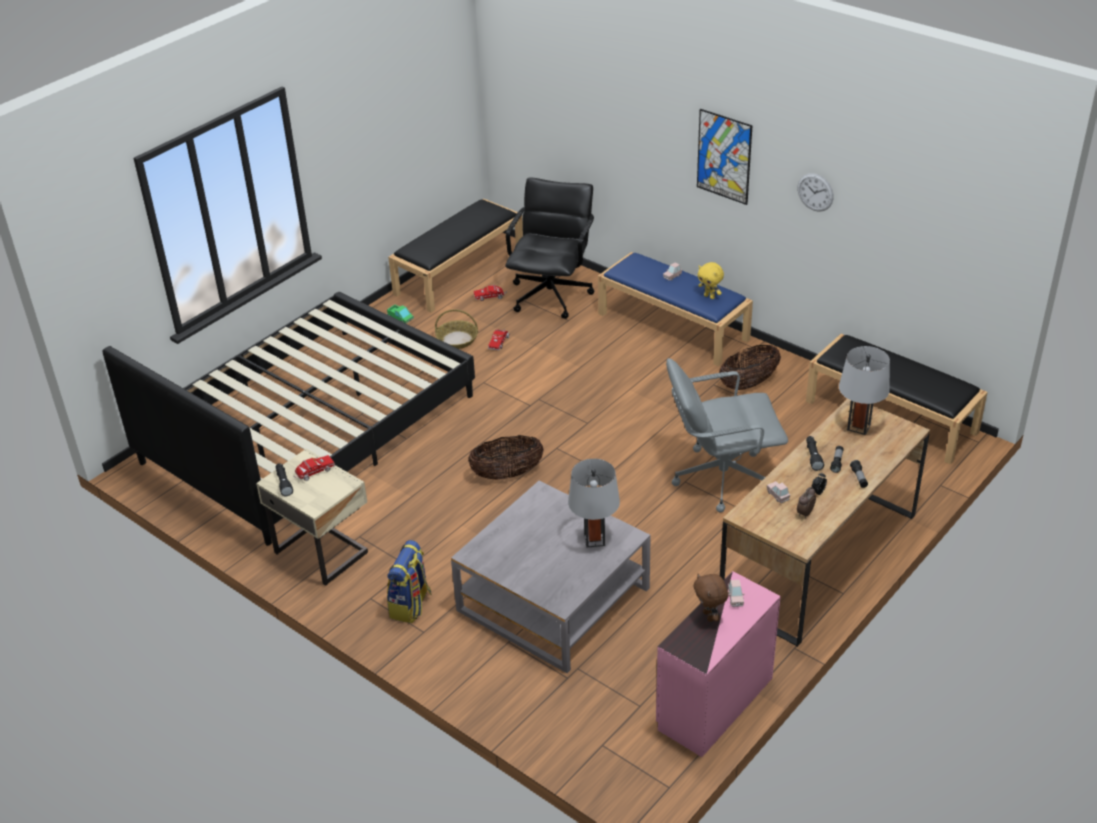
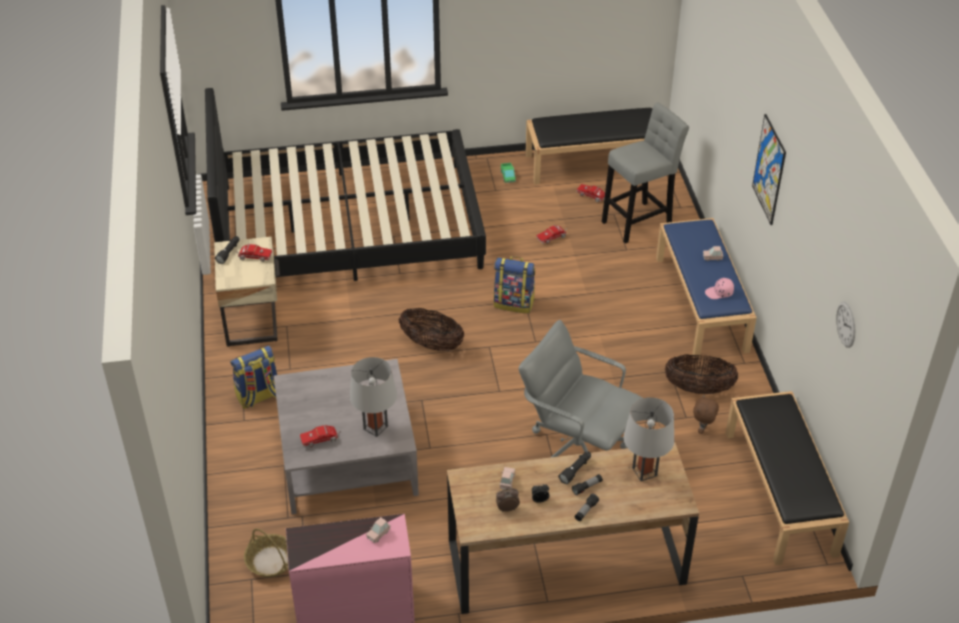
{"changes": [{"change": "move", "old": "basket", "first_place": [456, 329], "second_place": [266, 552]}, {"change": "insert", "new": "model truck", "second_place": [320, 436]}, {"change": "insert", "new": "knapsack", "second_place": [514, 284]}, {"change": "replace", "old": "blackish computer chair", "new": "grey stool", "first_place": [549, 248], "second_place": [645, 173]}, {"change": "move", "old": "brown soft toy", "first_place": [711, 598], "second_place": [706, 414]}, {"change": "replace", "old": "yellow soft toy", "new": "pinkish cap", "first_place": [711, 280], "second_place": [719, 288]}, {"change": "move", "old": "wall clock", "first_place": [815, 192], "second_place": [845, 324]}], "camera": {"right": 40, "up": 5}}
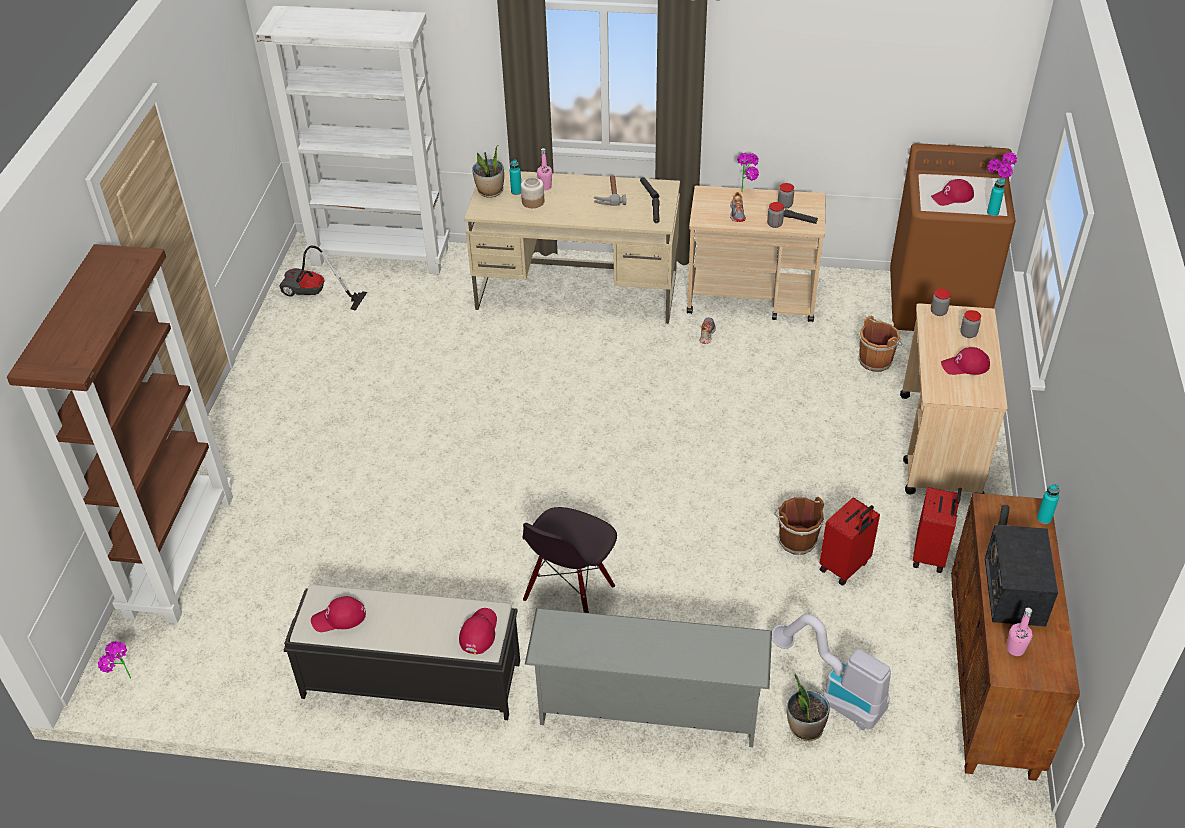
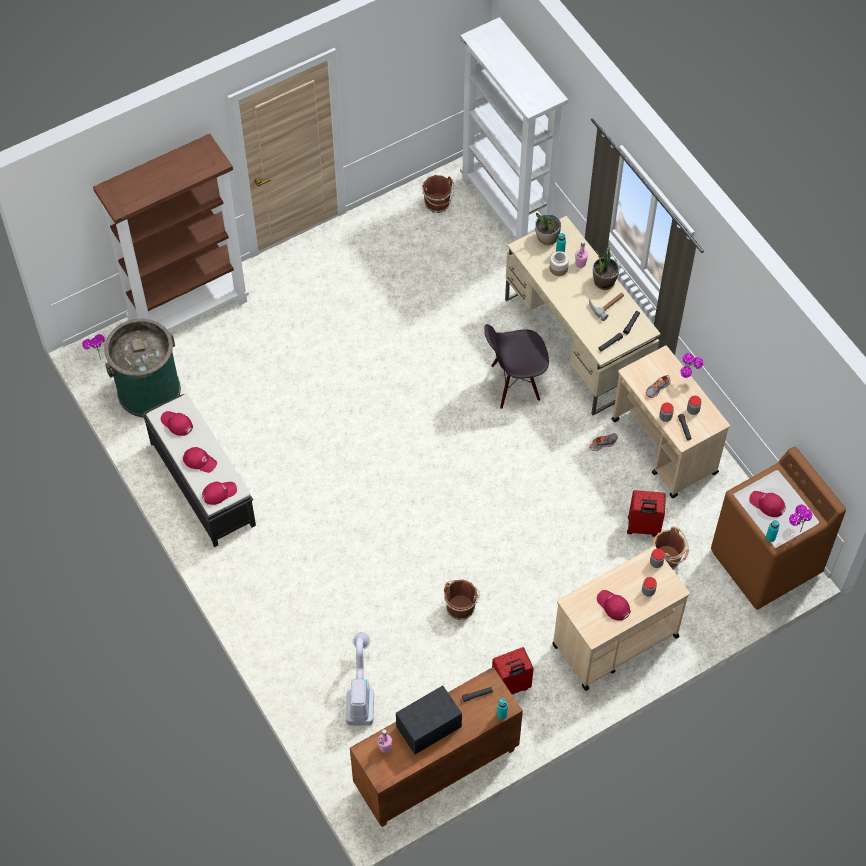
{"changes": [{"change": "insert", "new": "greenish waste bin", "second_place": [142, 368]}, {"change": "insert", "new": "red cap", "second_place": [200, 460]}, {"change": "replace", "old": "vacuum", "new": "brown water bucket", "first_place": [323, 278], "second_place": [438, 194]}, {"change": "move", "old": "blackish chair", "first_place": [569, 560], "second_place": [516, 366]}, {"change": "move", "old": "houseplant", "first_place": [808, 707], "second_place": [606, 268]}, {"change": "move", "old": "red piece of luggage", "first_place": [850, 541], "second_place": [646, 513]}, {"change": "delete", "old": "grey shoe rack", "first_place": [648, 677]}], "camera": {"right": 50, "up": 15}}
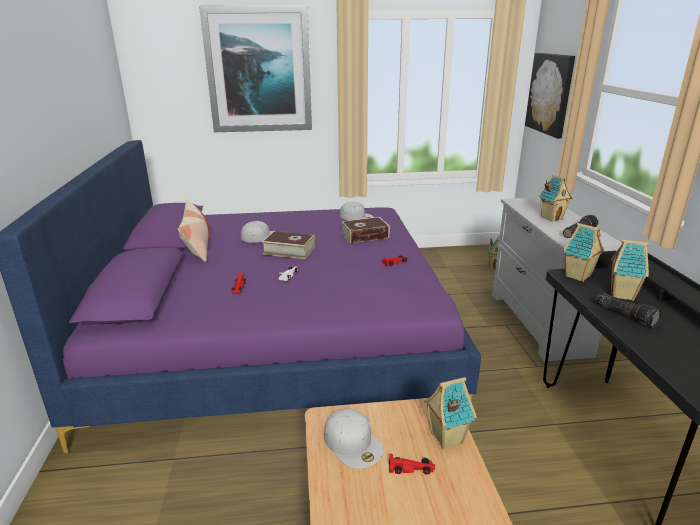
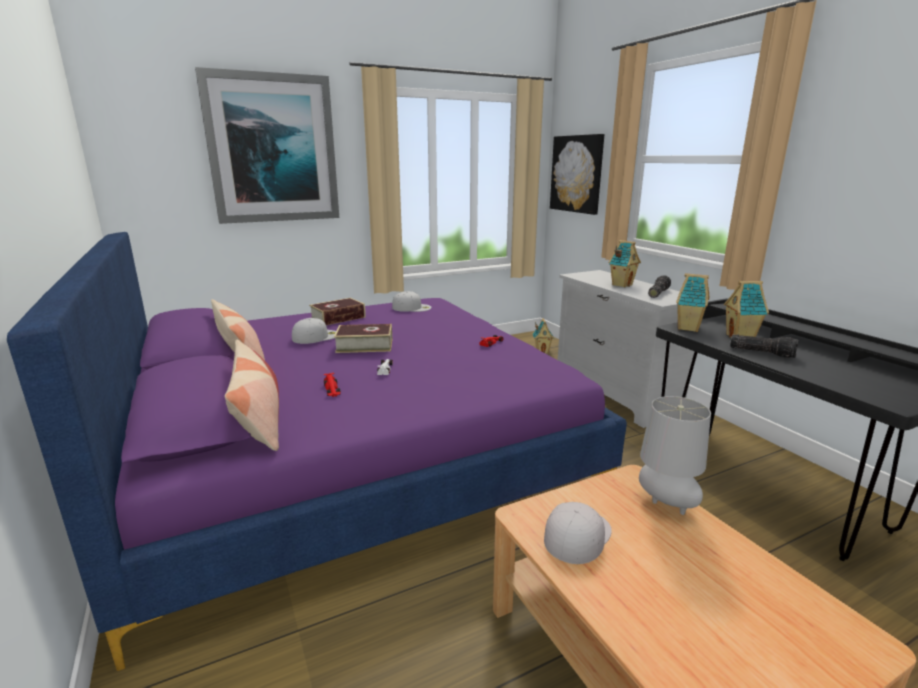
{"changes": [{"change": "insert", "new": "throw pillow", "second_place": [252, 395]}, {"change": "move", "old": "bound book", "first_place": [365, 230], "second_place": [337, 311]}, {"change": "rotate", "old": "white cap", "first_place": [353, 439], "second_place": [578, 533], "degrees": -90}, {"change": "replace", "old": "model house", "new": "grey tabletop lamp", "first_place": [450, 413], "second_place": [675, 455]}, {"change": "delete", "old": "red model car", "first_place": [412, 464]}], "camera": {"right": -20, "up": -5}}
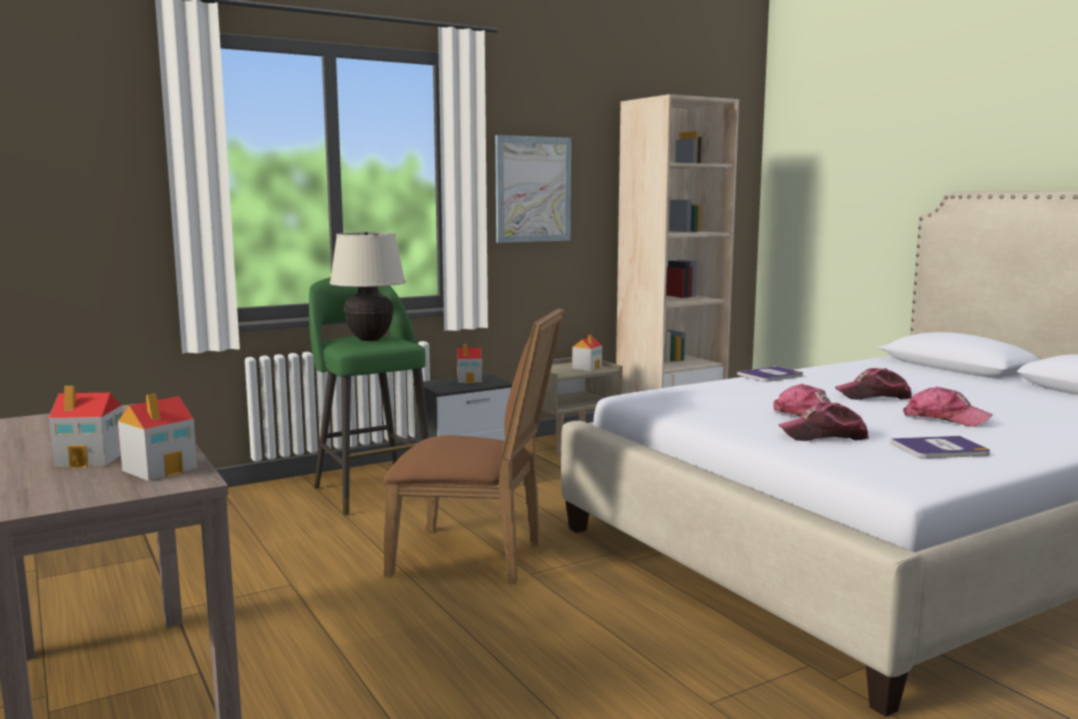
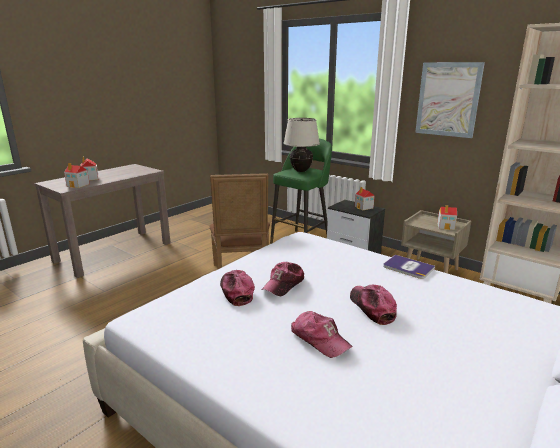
{"changes": [{"change": "rotate", "old": "cap", "first_place": [948, 406], "second_place": [322, 334], "degrees": -60}, {"change": "delete", "old": "bound book", "first_place": [940, 447]}], "camera": {"right": 70, "up": 10}}
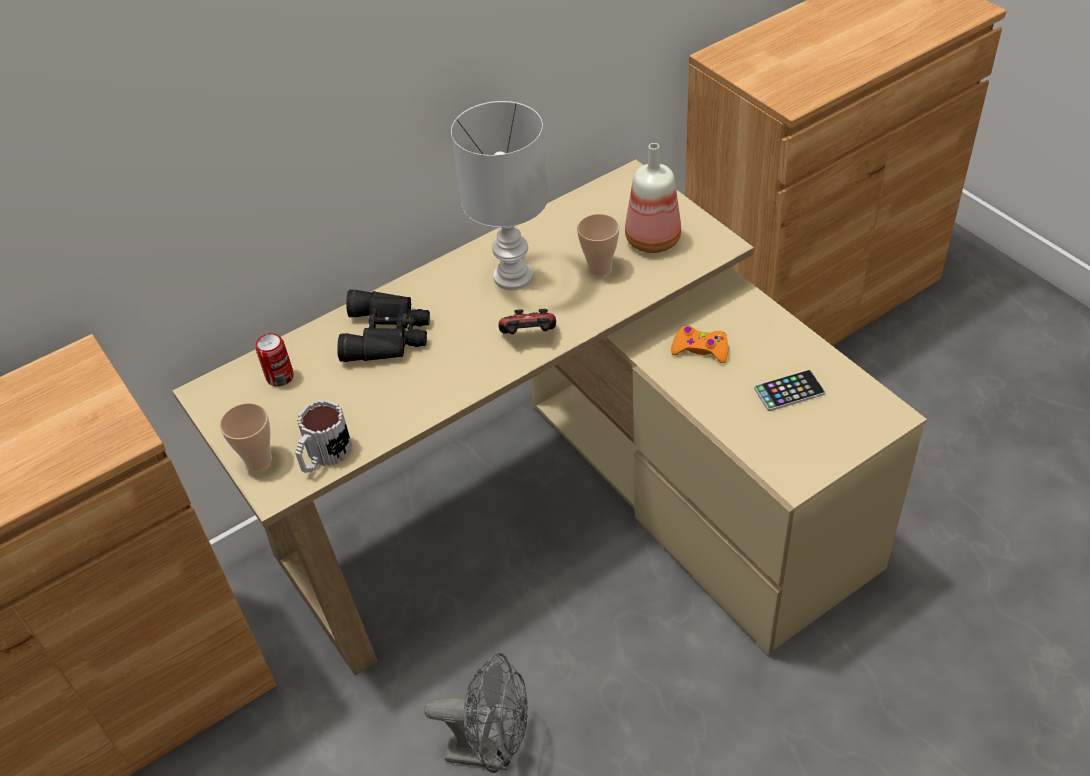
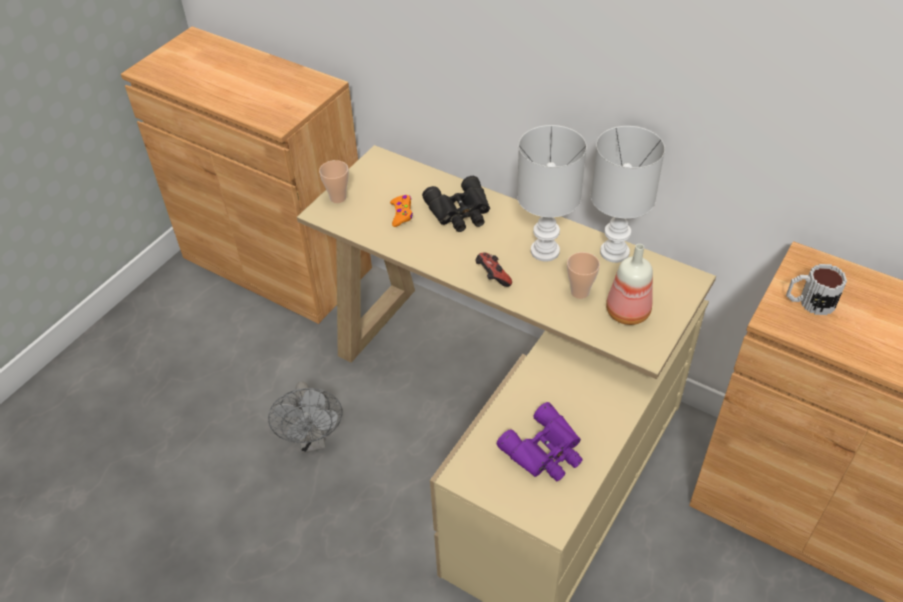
{"changes": [{"change": "move", "old": "orangey game controller", "first_place": [699, 344], "second_place": [401, 211]}, {"change": "replace", "old": "phone", "new": "purplish pair of binoculars", "first_place": [789, 390], "second_place": [540, 441]}, {"change": "insert", "new": "white tabletop lamp", "second_place": [628, 194]}, {"change": "move", "old": "coffee mug", "first_place": [323, 436], "second_place": [816, 289]}, {"change": "delete", "old": "can", "first_place": [275, 360]}], "camera": {"right": 65, "up": 0}}
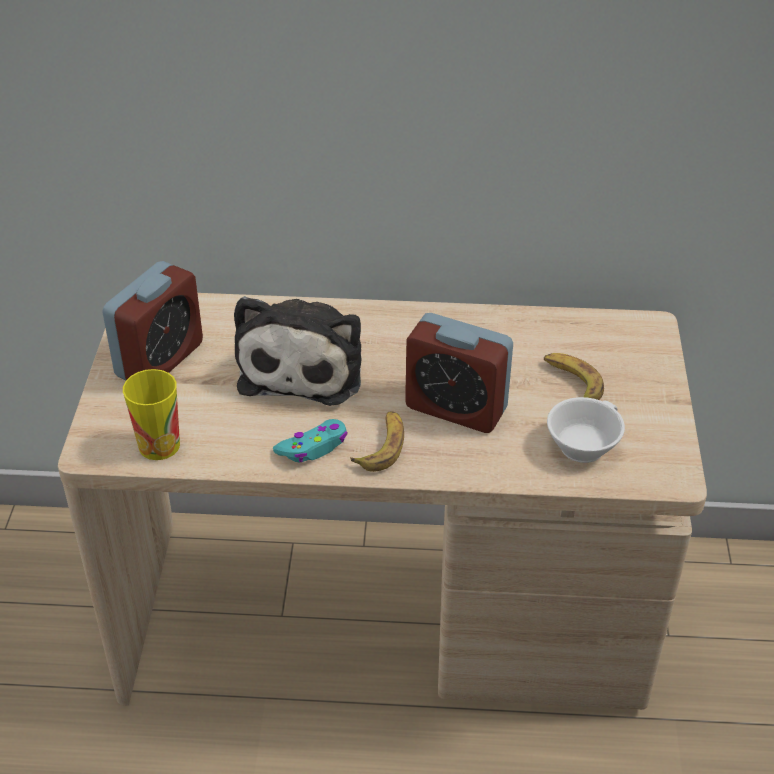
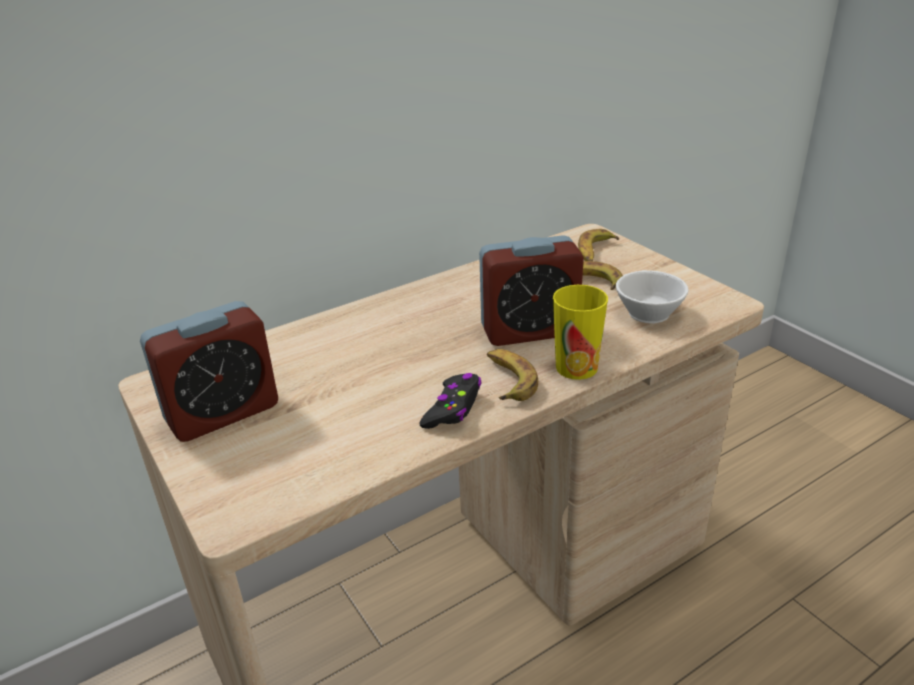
{"changes": [{"change": "rotate", "old": "table clock", "first_place": [153, 320], "second_place": [209, 371], "degrees": 60}, {"change": "recolor", "old": "turquoise-coloured game controller", "new": "blackish game controller", "first_place": [310, 440], "second_place": [450, 401]}, {"change": "move", "old": "small cup", "first_place": [151, 414], "second_place": [580, 332]}, {"change": "insert", "new": "whole banana", "second_place": [598, 245]}, {"change": "delete", "old": "soft toy", "first_place": [297, 351]}], "camera": {"right": -35, "up": -10}}
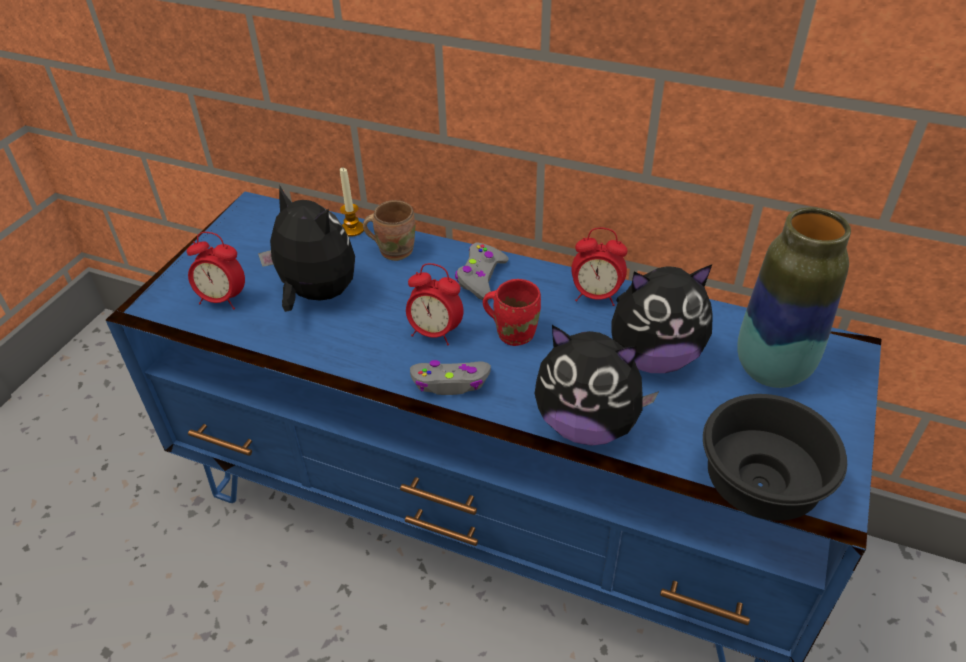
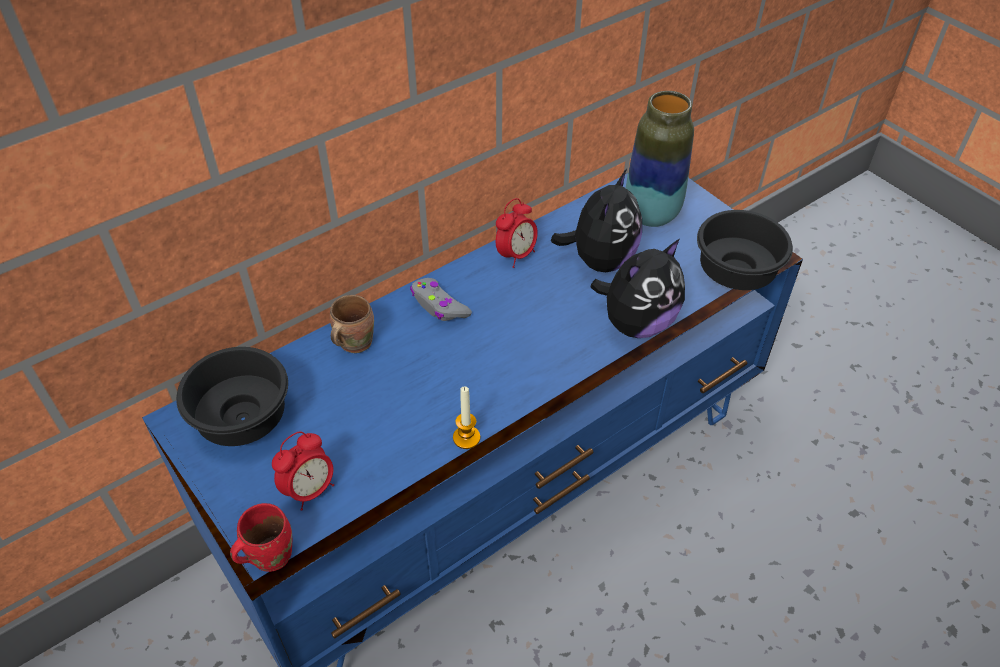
{"changes": [{"change": "insert", "new": "blackish deep dish", "second_place": [232, 396]}, {"change": "move", "old": "red coffee mug", "first_place": [512, 312], "second_place": [261, 537]}, {"change": "move", "old": "wax candle", "first_place": [352, 202], "second_place": [466, 417]}, {"change": "delete", "old": "soft toy", "first_place": [306, 249]}, {"change": "delete", "old": "table clock", "first_place": [434, 304]}, {"change": "delete", "old": "grey game controller", "first_place": [450, 377]}], "camera": {"right": -60, "up": 5}}
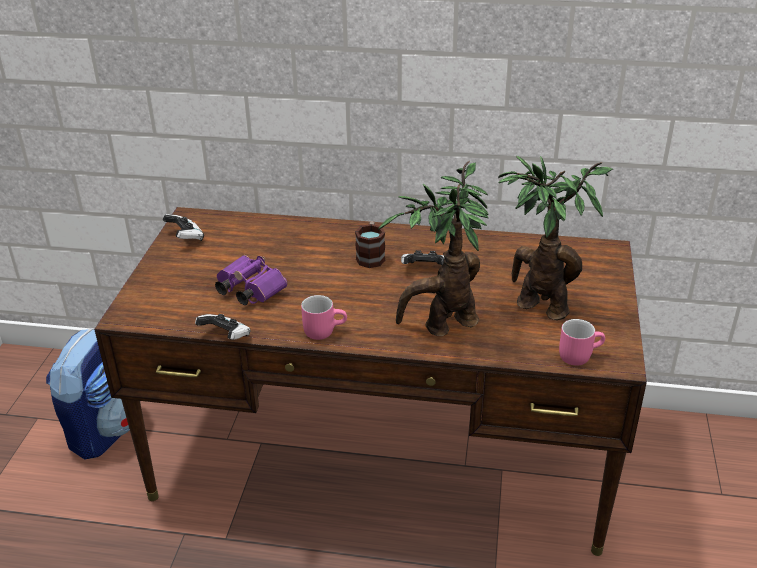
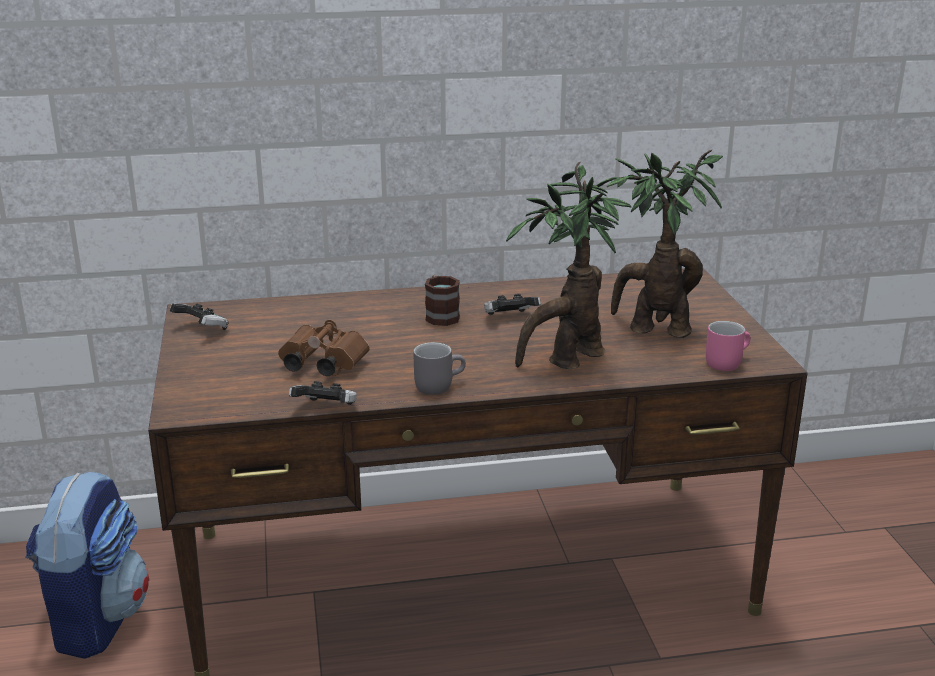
{"changes": [{"change": "recolor", "old": "purplish pair of binoculars", "new": "brown pair of binoculars", "first_place": [251, 280], "second_place": [324, 348]}, {"change": "recolor", "old": "pinkish coffee mug", "new": "grey coffee mug", "first_place": [324, 317], "second_place": [439, 368]}], "camera": {"right": -20, "up": -10}}
